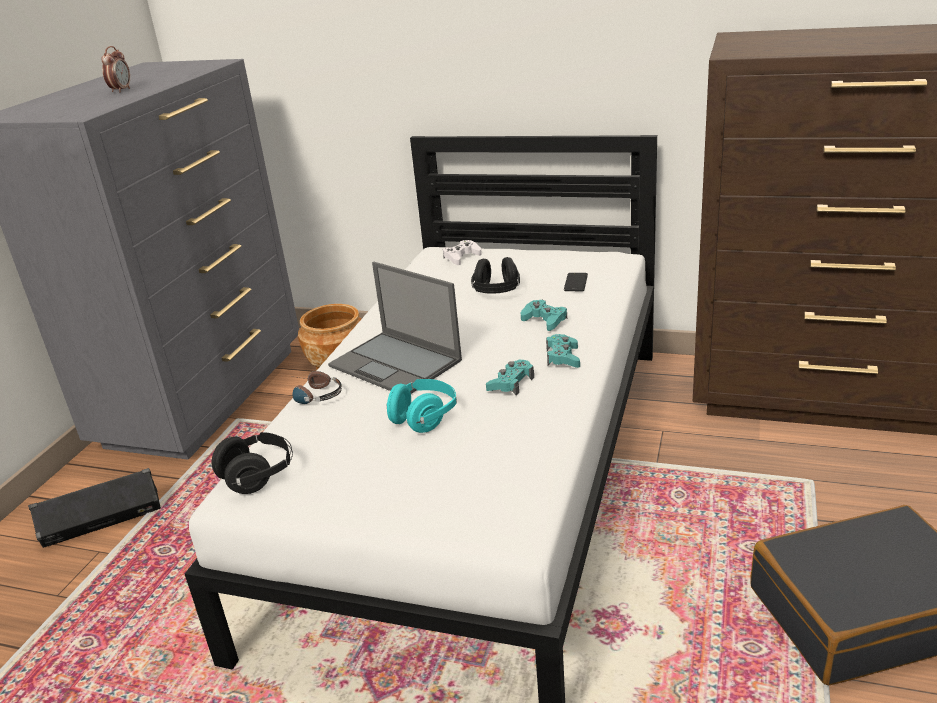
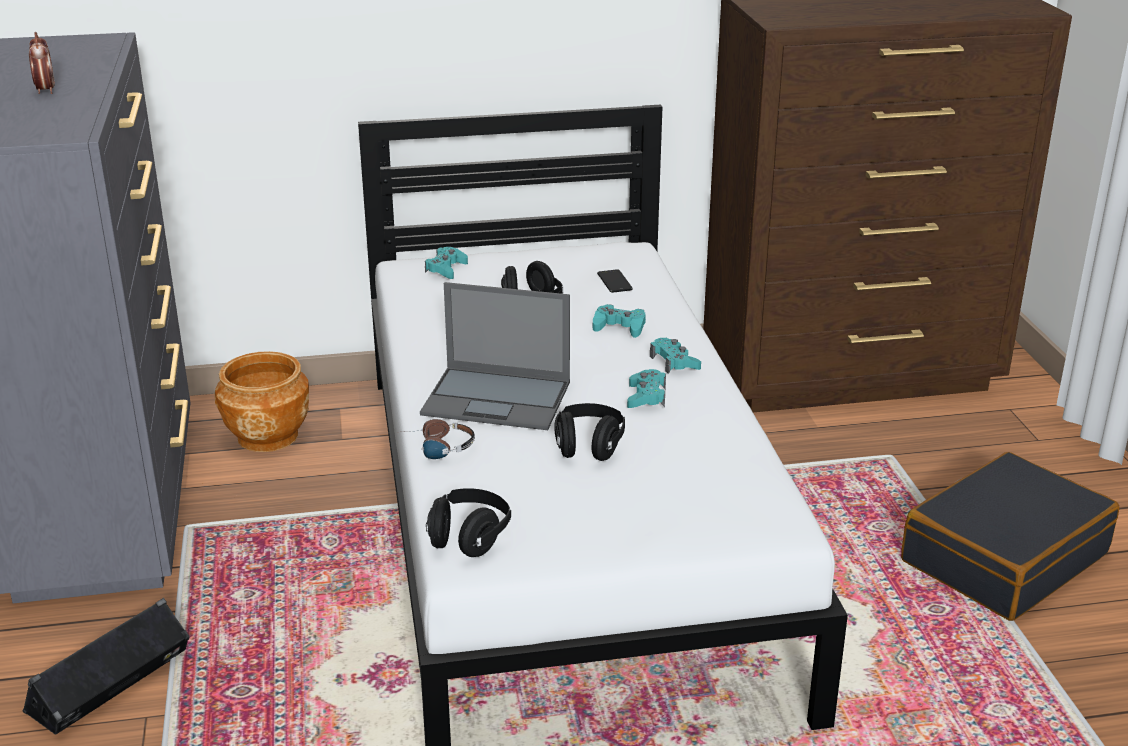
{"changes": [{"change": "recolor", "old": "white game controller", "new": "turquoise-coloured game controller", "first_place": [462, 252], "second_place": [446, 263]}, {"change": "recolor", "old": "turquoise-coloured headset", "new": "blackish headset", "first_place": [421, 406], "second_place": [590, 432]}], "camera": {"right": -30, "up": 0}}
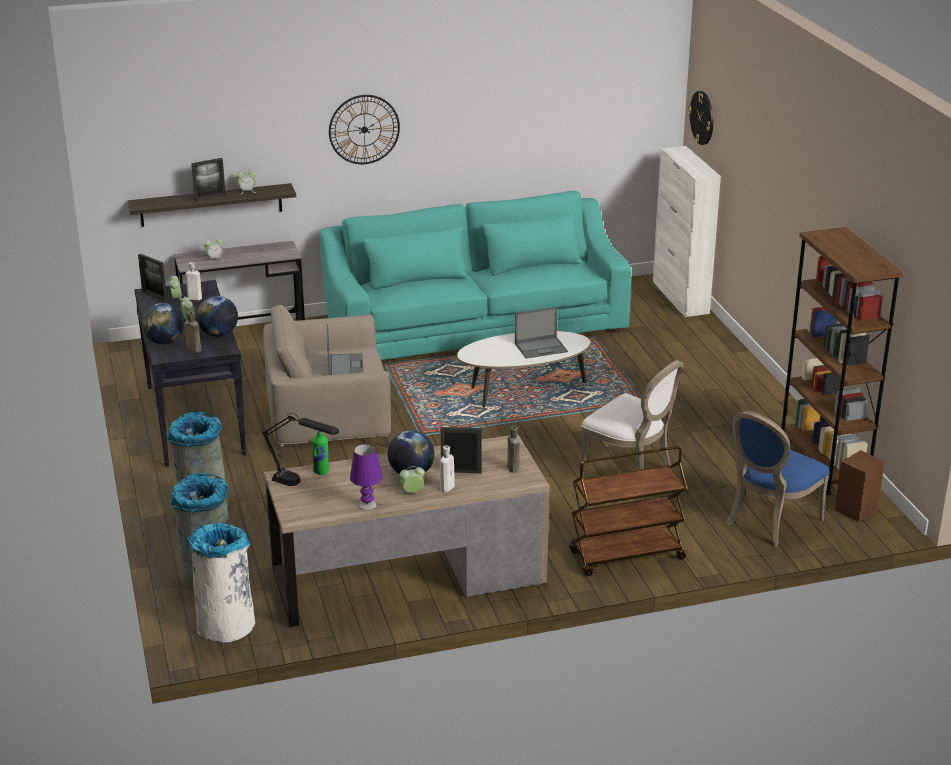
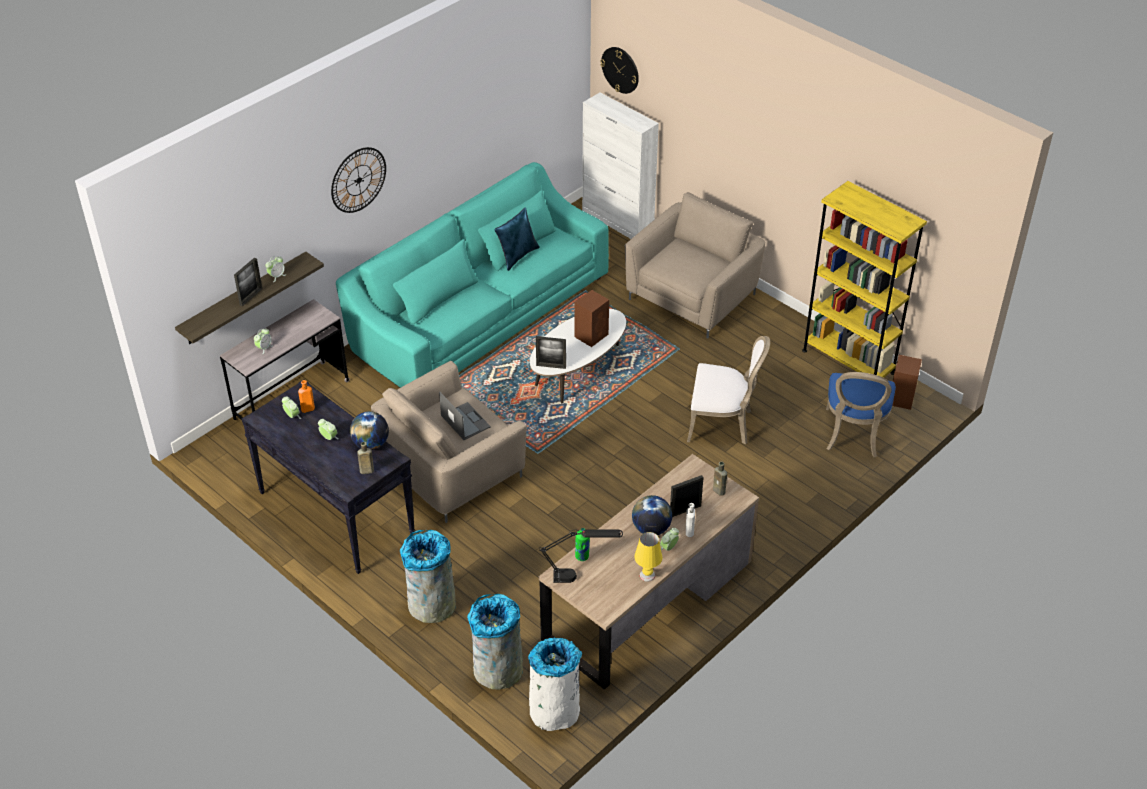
{"changes": [{"change": "recolor", "old": "white bottle", "new": "orangey bottle", "first_place": [193, 281], "second_place": [306, 396]}, {"change": "insert", "new": "bluish throw pillow", "second_place": [517, 239]}, {"change": "move", "old": "standing frame", "first_place": [152, 278], "second_place": [551, 352]}, {"change": "replace", "old": "notebook computer", "new": "brown loudspeaker", "first_place": [541, 333], "second_place": [591, 318]}, {"change": "insert", "new": "beige-coloured armchair", "second_place": [695, 265]}, {"change": "recolor", "old": "purplish tabletop lamp", "new": "yellow tabletop lamp", "first_place": [366, 477], "second_place": [648, 557]}, {"change": "recolor", "old": "brown bookshelf", "new": "yellow bookshelf", "first_place": [842, 361], "second_place": [864, 279]}, {"change": "delete", "old": "globe", "first_place": [163, 323]}, {"change": "delete", "old": "brown wheeled cart", "first_place": [628, 511]}], "camera": {"right": -30, "up": 15}}
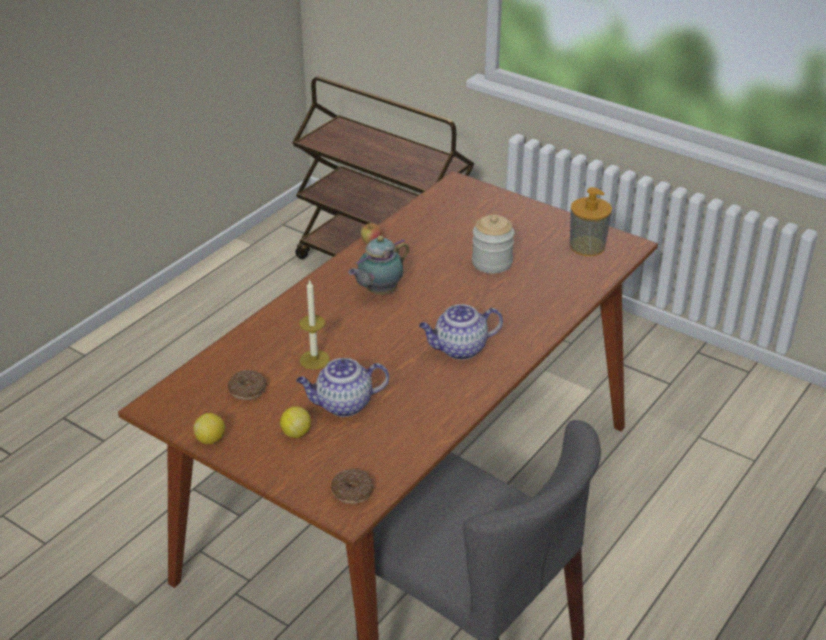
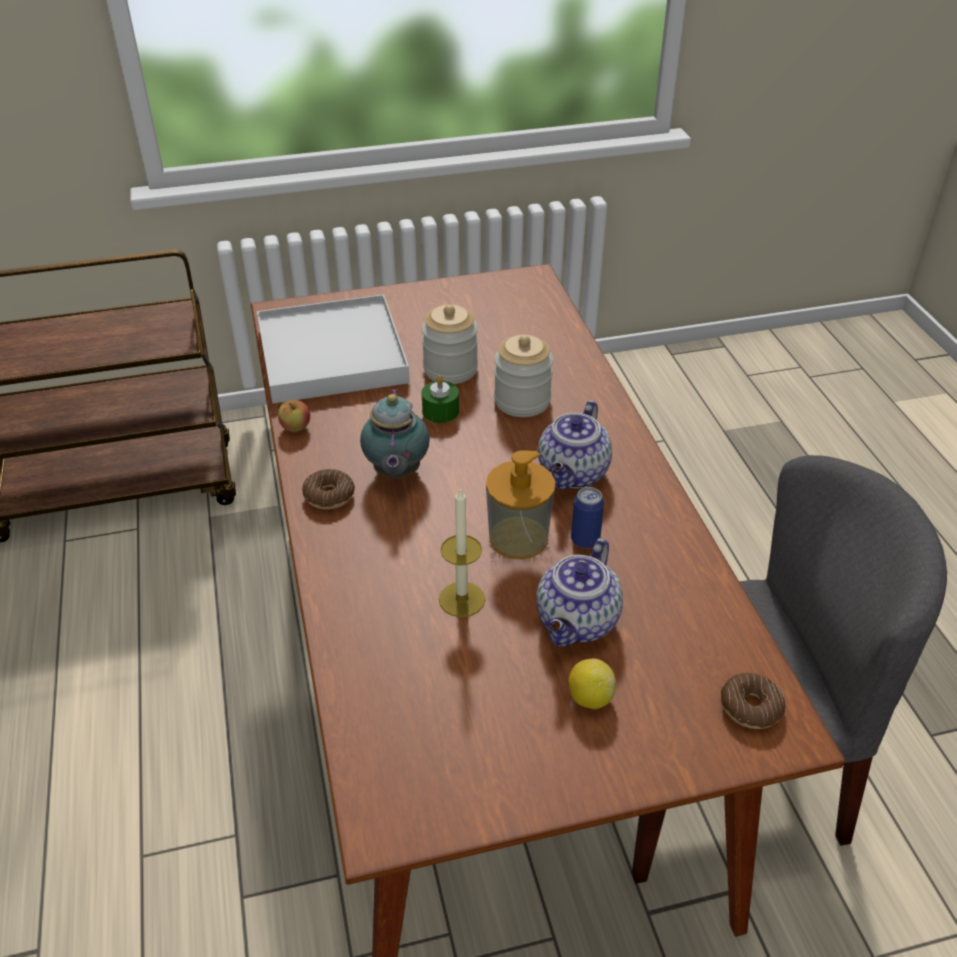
{"changes": [{"change": "insert", "new": "white tray", "second_place": [333, 349]}, {"change": "move", "old": "ring doughnut", "first_place": [247, 385], "second_place": [328, 489]}, {"change": "insert", "new": "greenish wax candle", "second_place": [440, 399]}, {"change": "move", "old": "soap bottle", "first_place": [591, 221], "second_place": [520, 505]}, {"change": "insert", "new": "preserve jar", "second_place": [523, 376]}, {"change": "insert", "new": "can", "second_place": [587, 518]}, {"change": "delete", "old": "citrus fruit", "first_place": [209, 428]}], "camera": {"right": -50, "up": 5}}
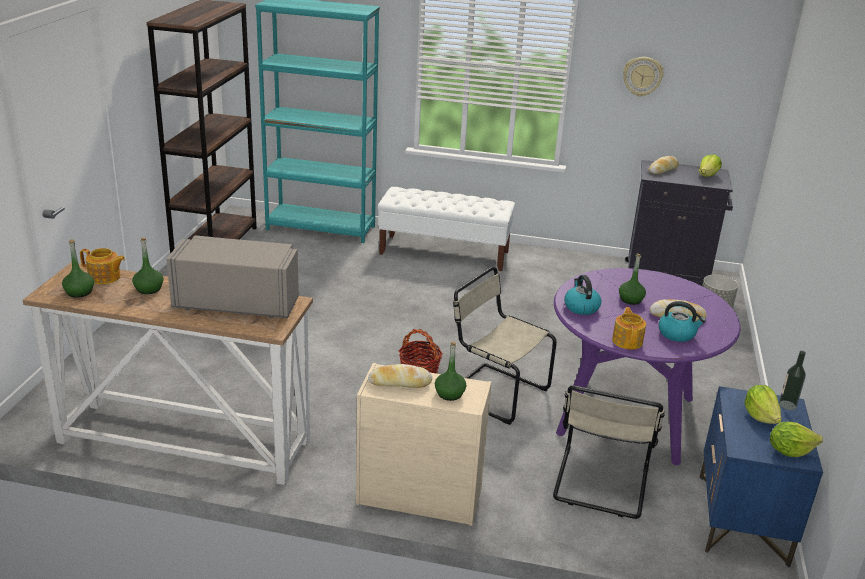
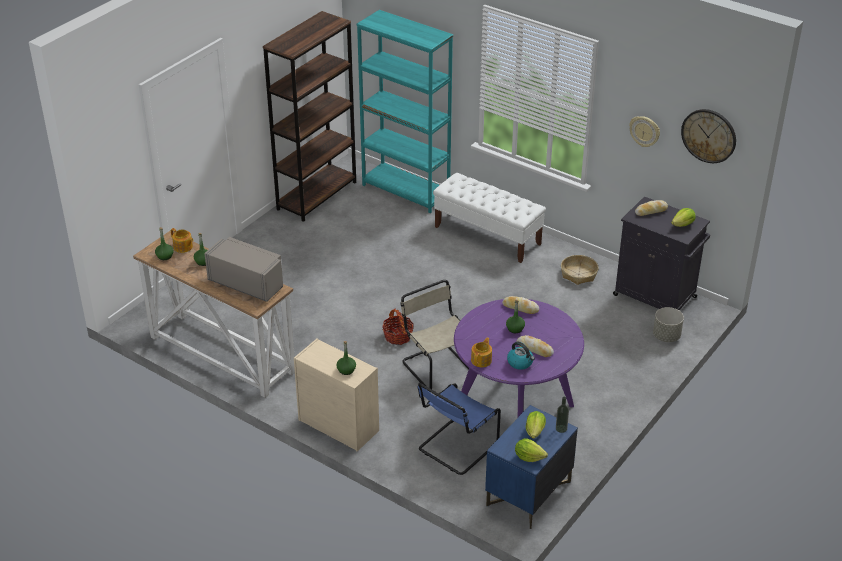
{"changes": [{"change": "recolor", "old": "beige-coloured chair", "new": "bluish chair", "first_place": [609, 452], "second_place": [459, 429]}, {"change": "move", "old": "baked bread", "first_place": [400, 376], "second_place": [520, 305]}, {"change": "insert", "new": "basket", "second_place": [579, 270]}, {"change": "insert", "new": "wall clock", "second_place": [708, 136]}, {"change": "delete", "old": "kettle", "first_place": [582, 295]}], "camera": {"right": 25, "up": 10}}
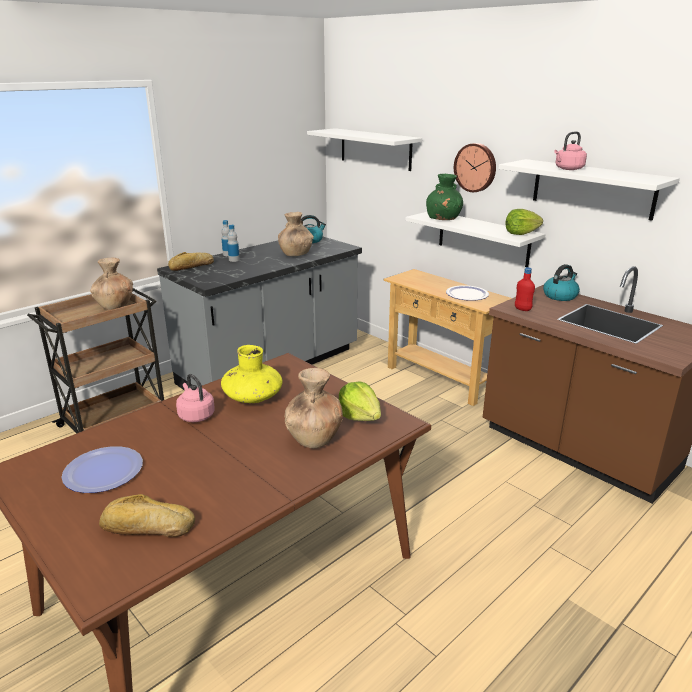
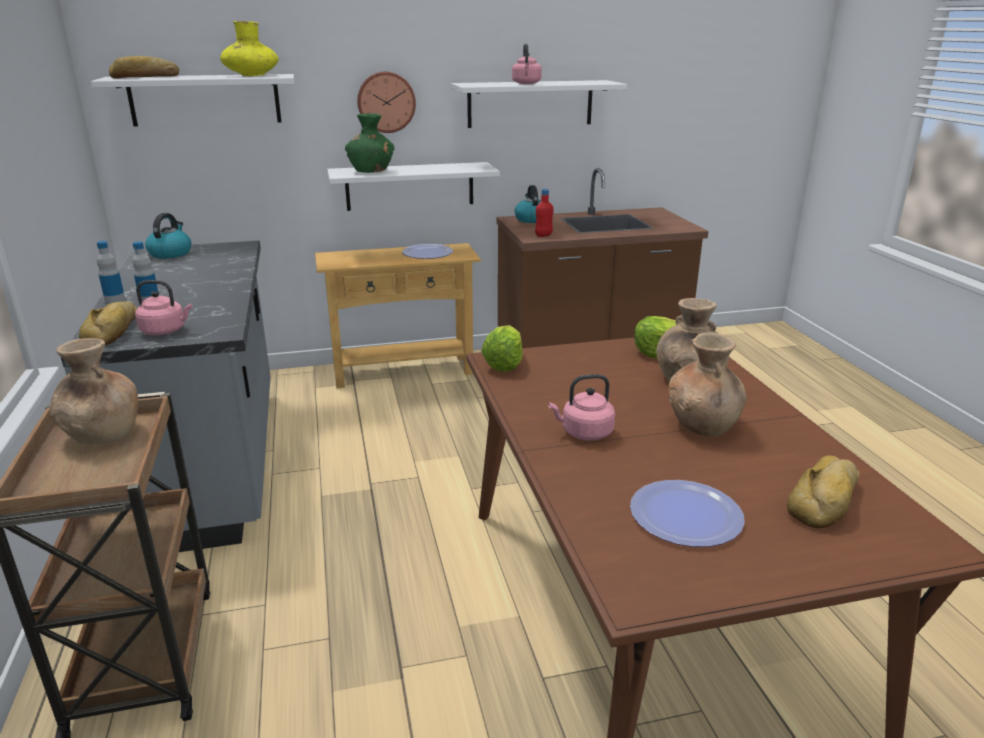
{"changes": [{"change": "insert", "new": "baked bread", "second_place": [144, 67]}, {"change": "insert", "new": "pinkish kettle", "second_place": [163, 307]}, {"change": "move", "old": "yellow flower vase", "first_place": [252, 374], "second_place": [249, 48]}, {"change": "move", "old": "lettuce", "first_place": [524, 222], "second_place": [502, 348]}, {"change": "move", "old": "brown flower vase", "first_place": [296, 234], "second_place": [707, 384]}], "camera": {"right": -60, "up": 0}}
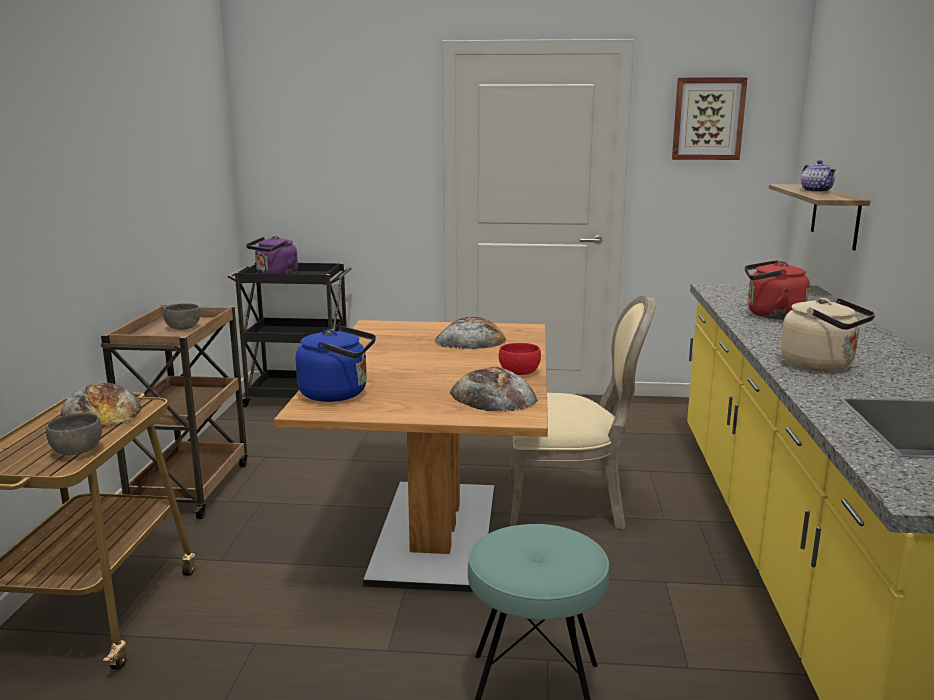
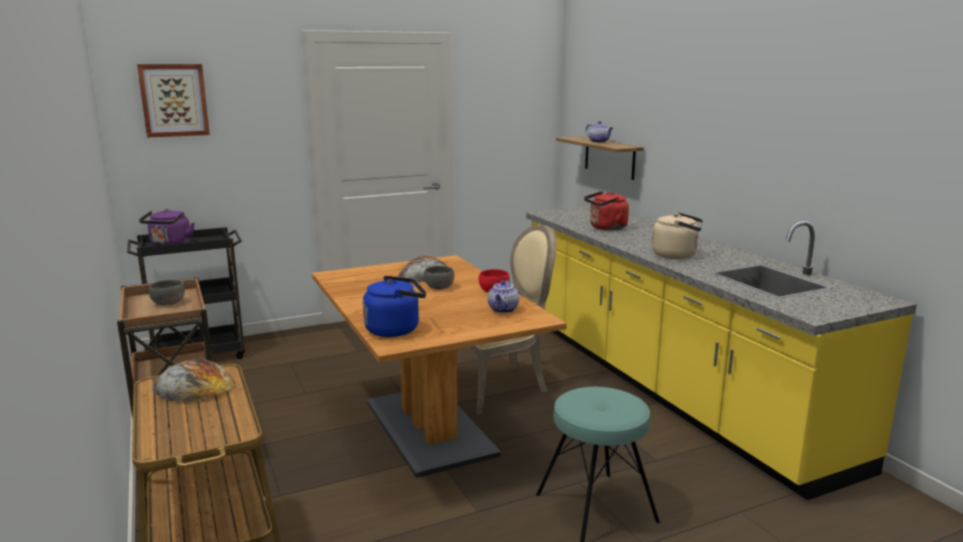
{"changes": [{"change": "move", "old": "wall picture", "first_place": [710, 118], "second_place": [173, 101]}, {"change": "move", "old": "grey deep dish", "first_place": [74, 434], "second_place": [439, 278]}, {"change": "replace", "old": "baked bread", "new": "pot for tea", "first_place": [494, 389], "second_place": [503, 296]}], "camera": {"right": -30, "up": 0}}
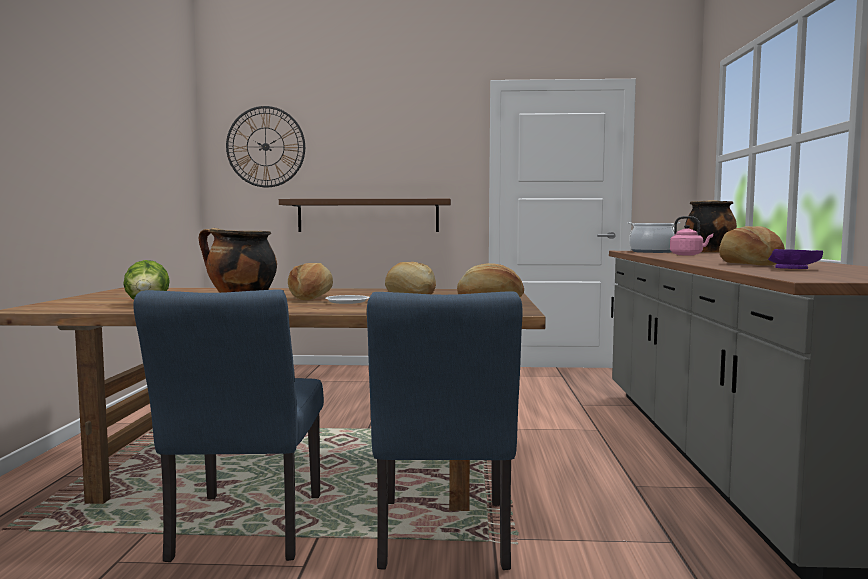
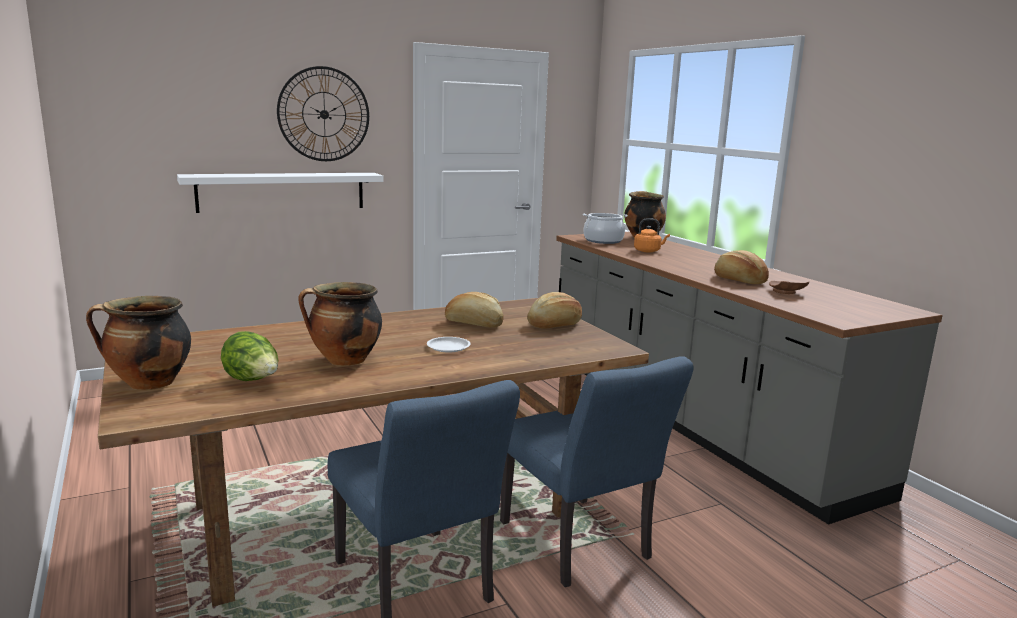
{"changes": [{"change": "insert", "new": "cooking pot", "second_place": [138, 343]}, {"change": "recolor", "old": "brown wall shelf", "new": "white wall shelf", "first_place": [365, 215], "second_place": [280, 193]}, {"change": "move", "old": "wall clock", "first_place": [265, 147], "second_place": [323, 113]}, {"change": "recolor", "old": "pinkish kettle", "new": "orangey kettle", "first_place": [691, 236], "second_place": [652, 235]}, {"change": "recolor", "old": "purplish flat dish", "new": "brown flat dish", "first_place": [795, 259], "second_place": [789, 287]}, {"change": "delete", "old": "baked bread", "first_place": [310, 281]}], "camera": {"right": -30, "up": 10}}
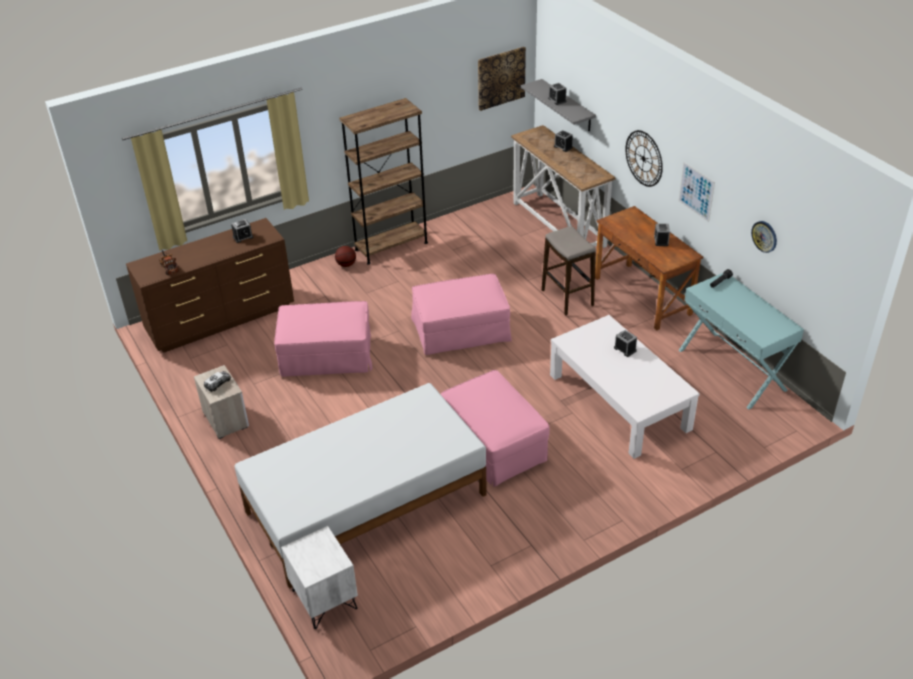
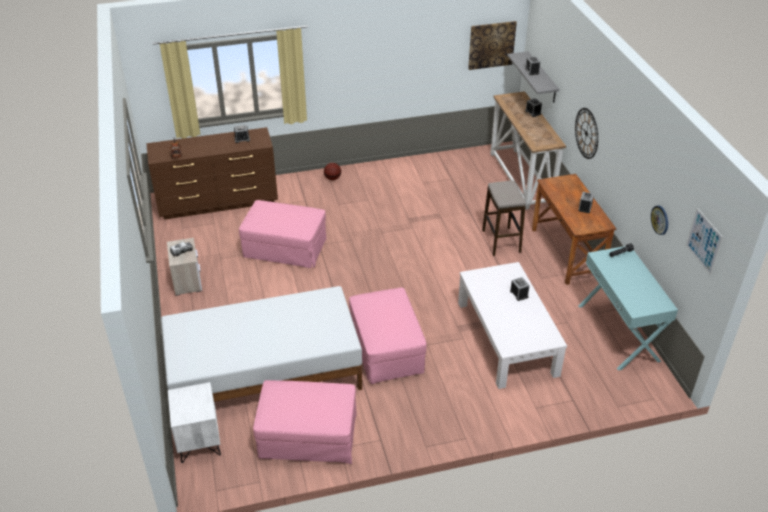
{"changes": [{"change": "move", "old": "pinkish ottoman", "first_place": [461, 314], "second_place": [305, 422]}, {"change": "move", "old": "wall picture", "first_place": [697, 192], "second_place": [704, 241]}, {"change": "delete", "old": "brown bookshelf", "first_place": [383, 181]}], "camera": {"right": 15, "up": 0}}
